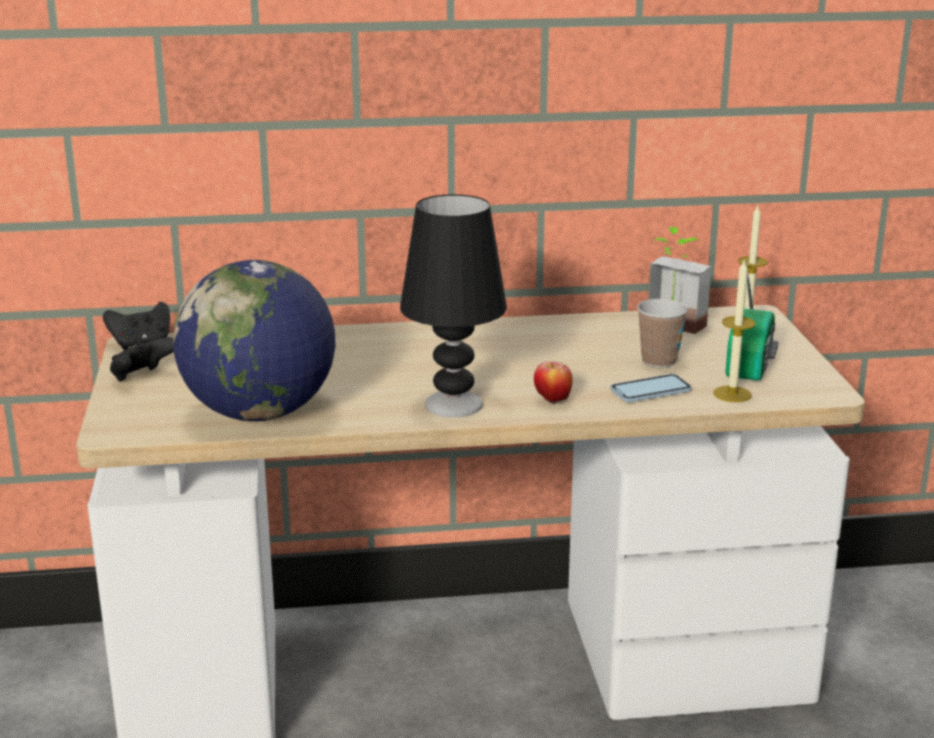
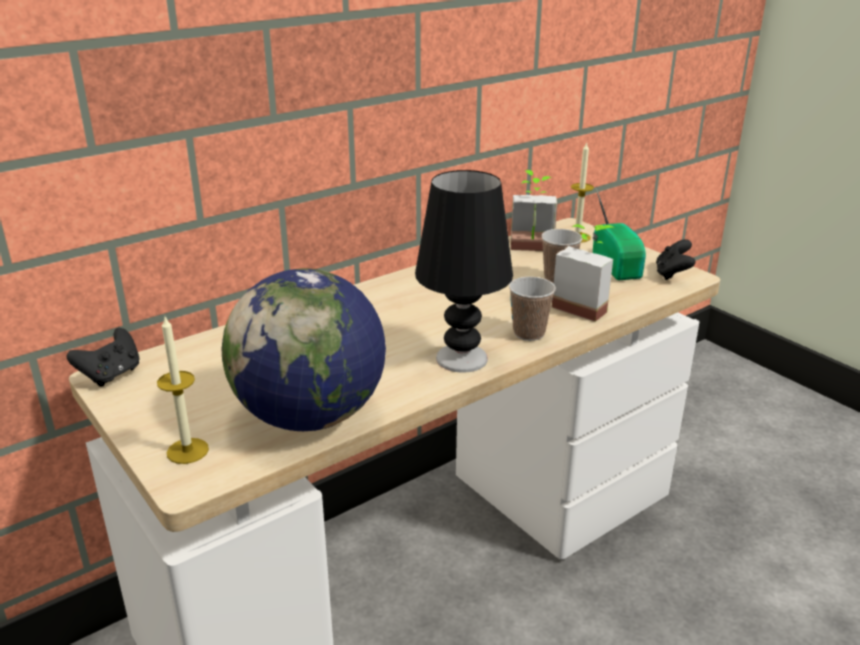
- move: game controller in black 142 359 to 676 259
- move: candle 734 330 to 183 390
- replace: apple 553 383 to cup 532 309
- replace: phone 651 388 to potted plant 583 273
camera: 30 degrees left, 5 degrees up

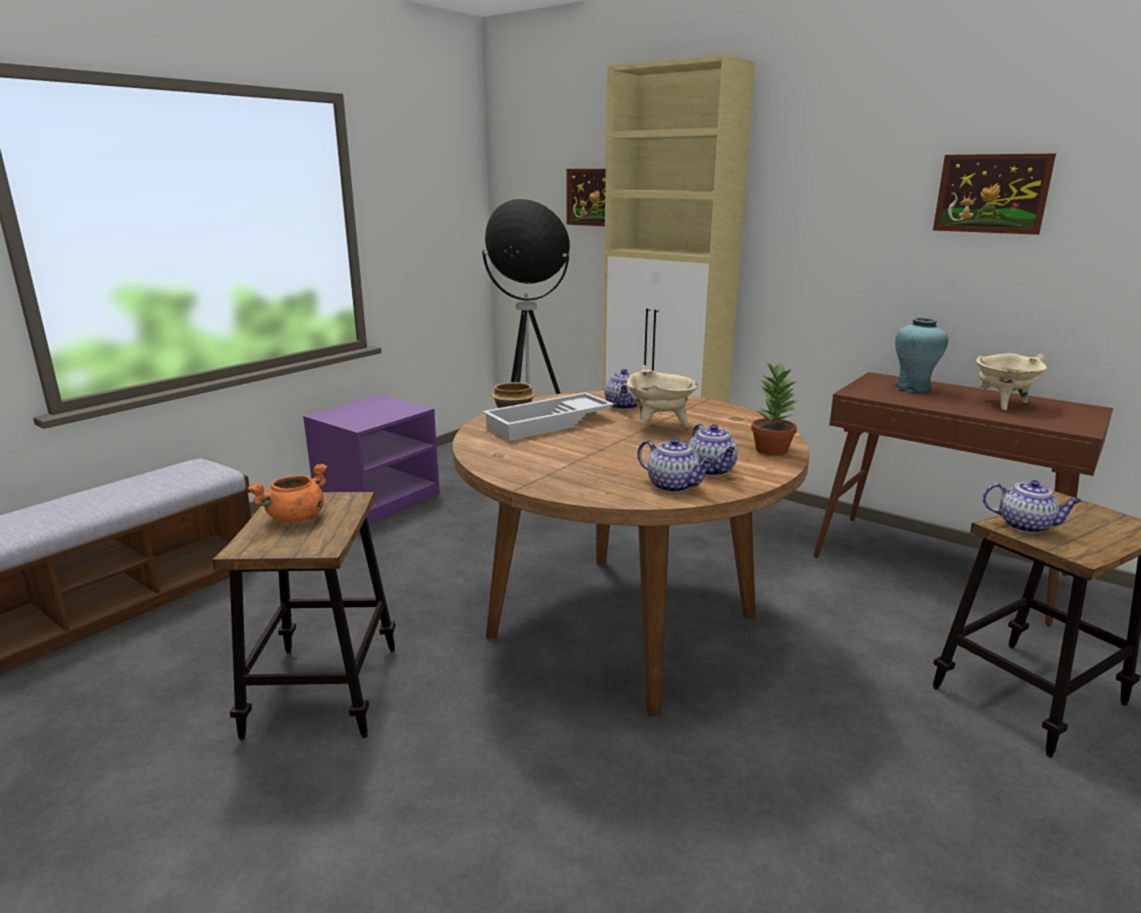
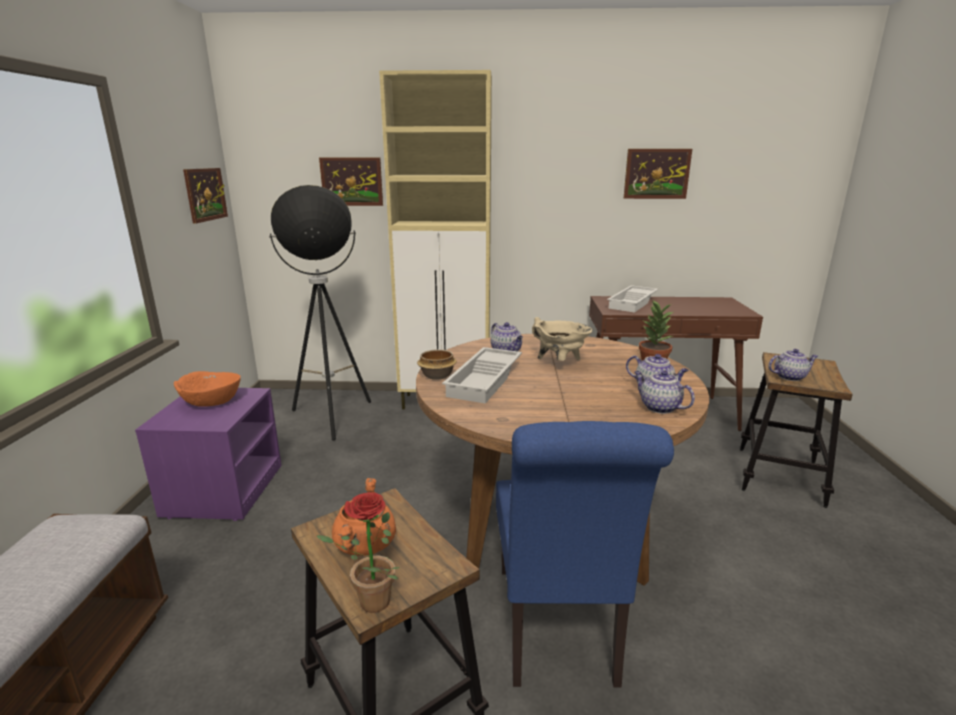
- delete: cooking pot in beige 1011 382
- insert: bowl in orange 207 389
- insert: picture 205 196
- insert: potted plant 358 552
- insert: chair in blue 585 554
- replace: vase in turquoise 921 355 to tray in white 632 299
- rotate: teapot 675 465 = 664 392 135 degrees counterclockwise
camera: 35 degrees left, 0 degrees up

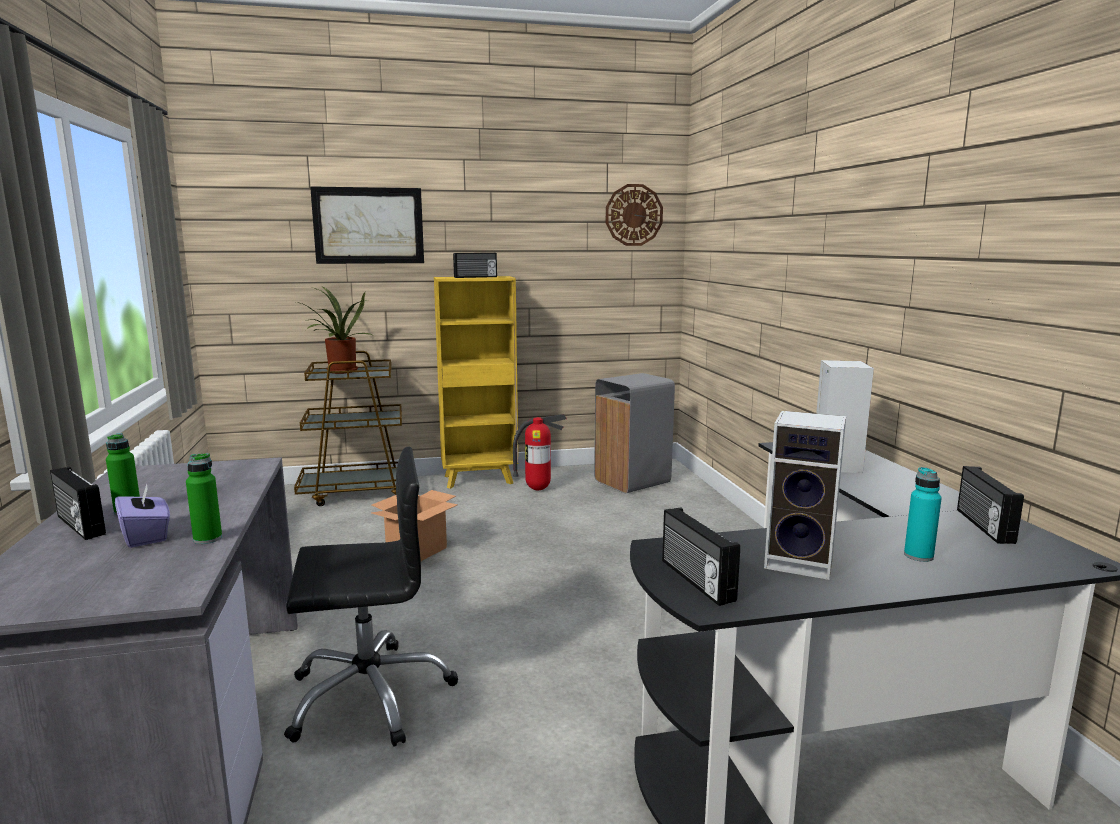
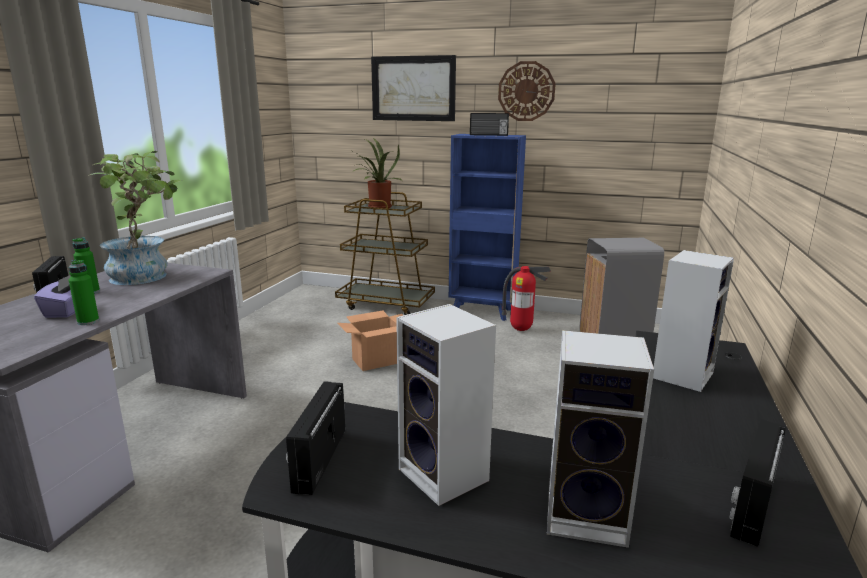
- delete: office chair in black 371 597
- insert: potted plant 135 218
- move: wall clock 634 215 to 527 91
- replace: bottle in turquoise 923 514 to speaker 600 439
- recolor: bookcase in yellow 476 382 to bookcase in blue 487 227
camera: 30 degrees right, 5 degrees up

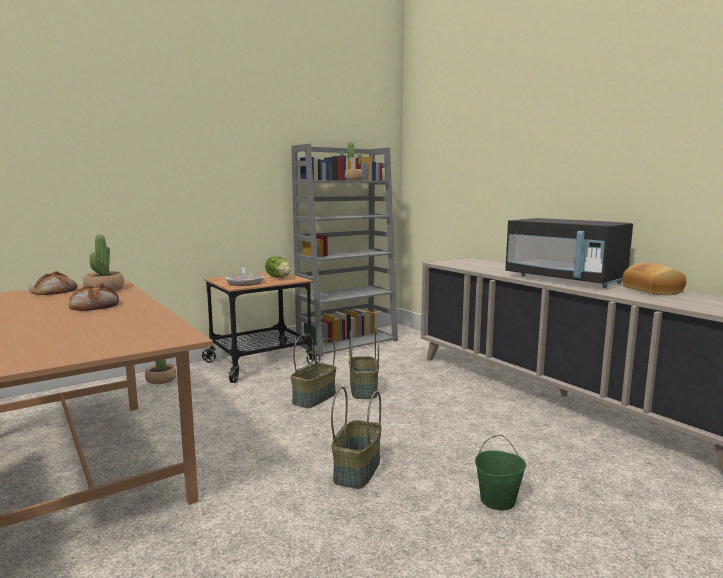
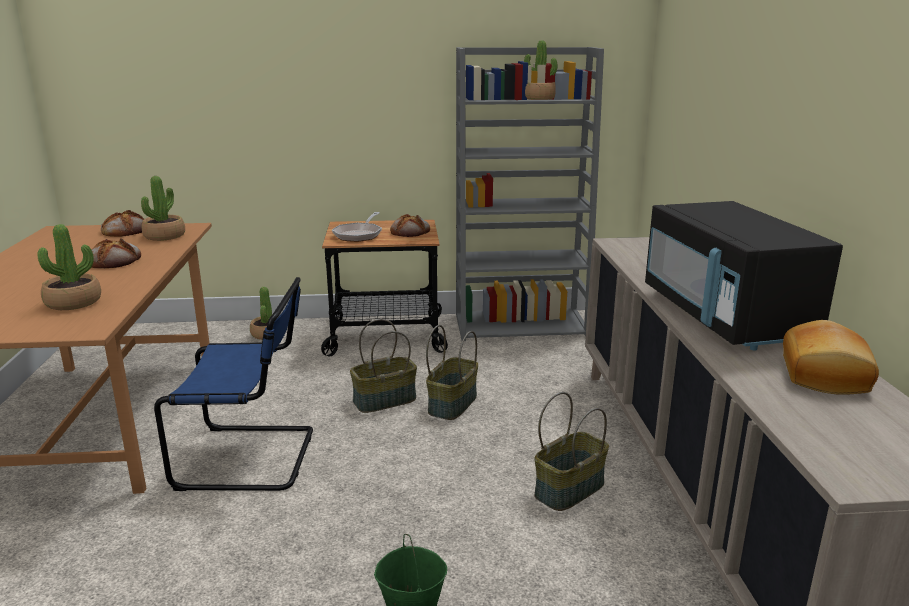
- insert: potted plant 69 267
- insert: chair in blue 233 384
- move: basket 356 437 to 571 451
- replace: lettuce 278 267 to bread 410 225
camera: 30 degrees right, 10 degrees up

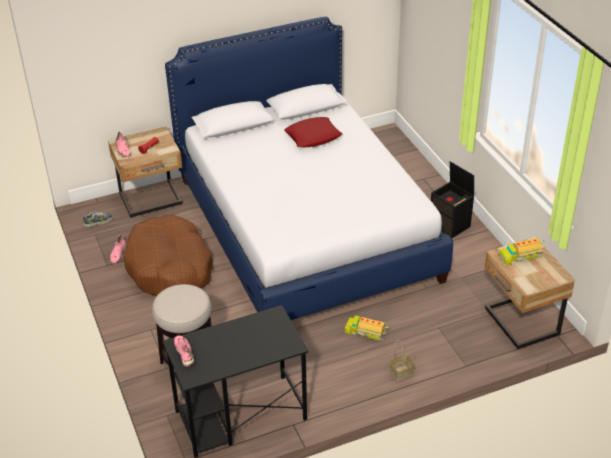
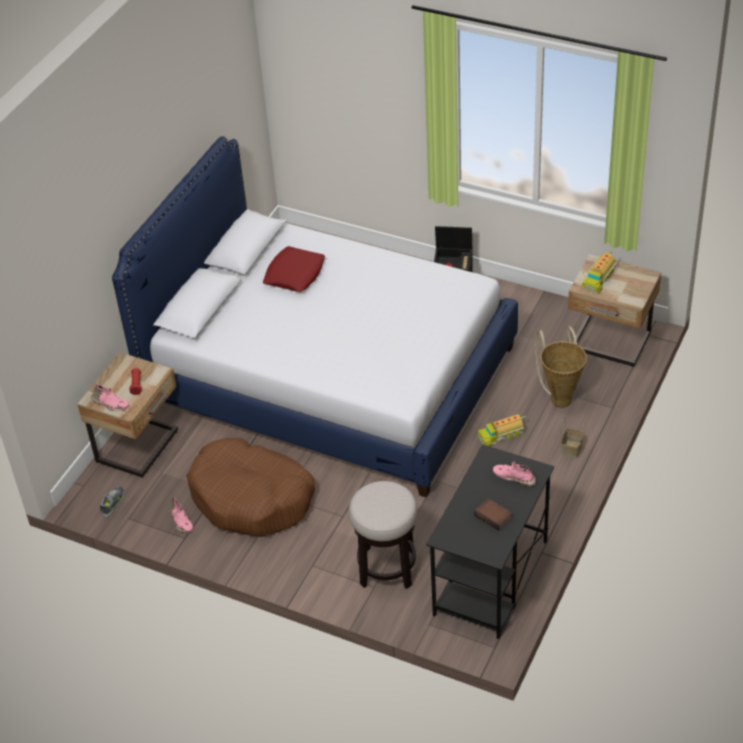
- insert: book 493 514
- insert: basket 561 367
- move: shoe in pink 184 351 to 514 474
camera: 40 degrees left, 5 degrees up

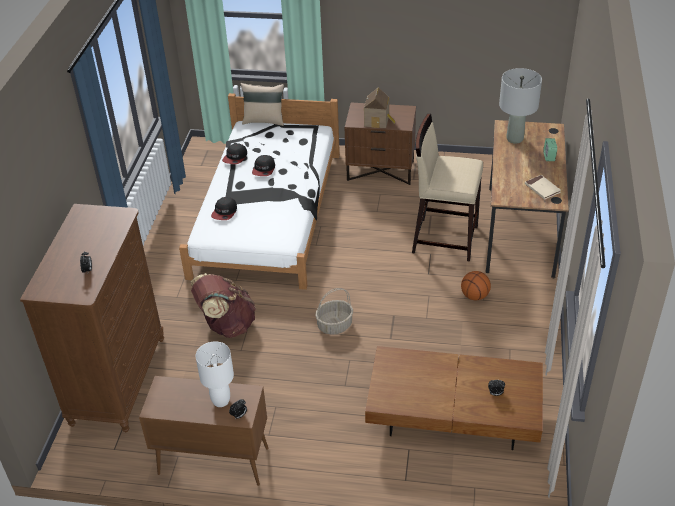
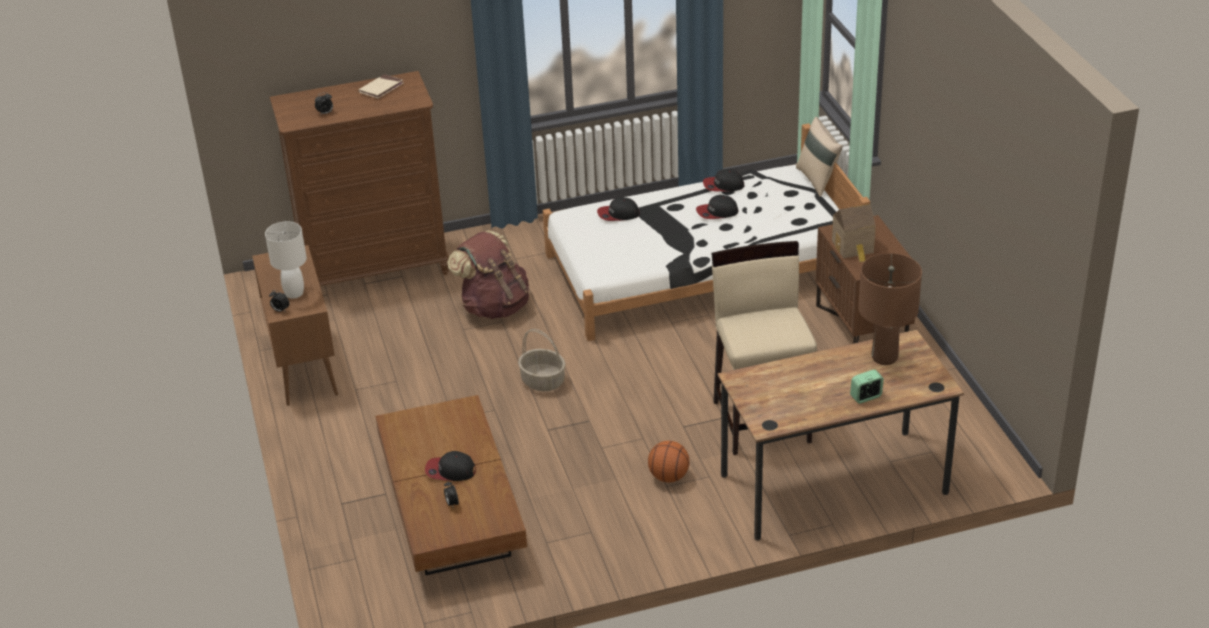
- insert: cap 450 466
- move: book in beige 543 187 to 381 86
- recolor: table lamp in grey 520 106 to table lamp in brown 890 309
camera: 65 degrees right, 5 degrees down

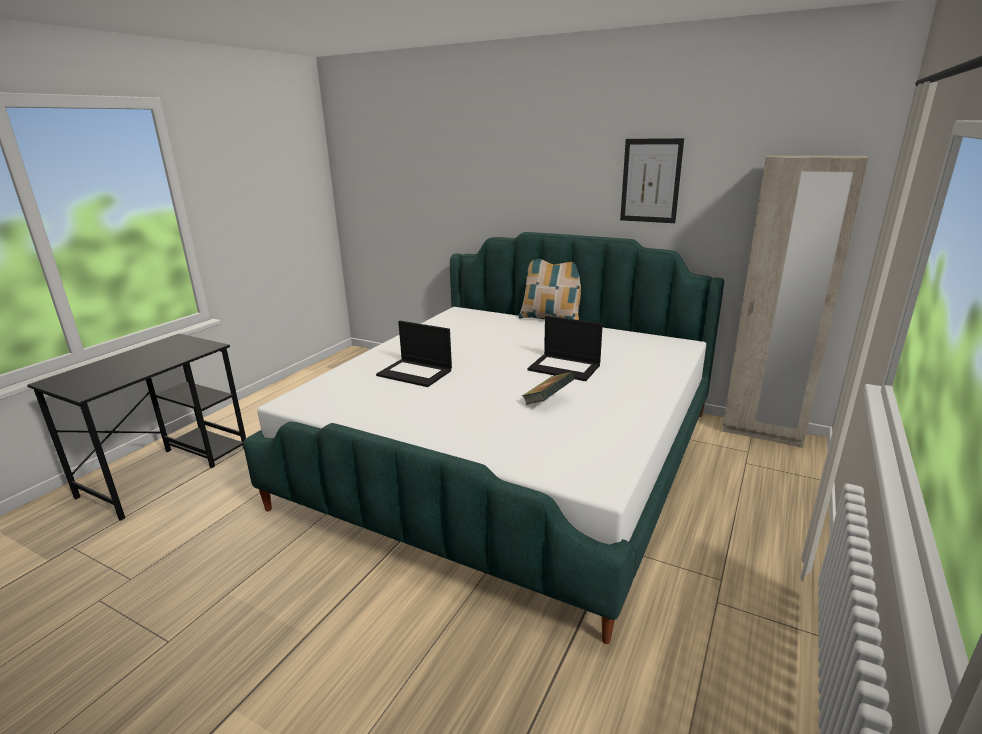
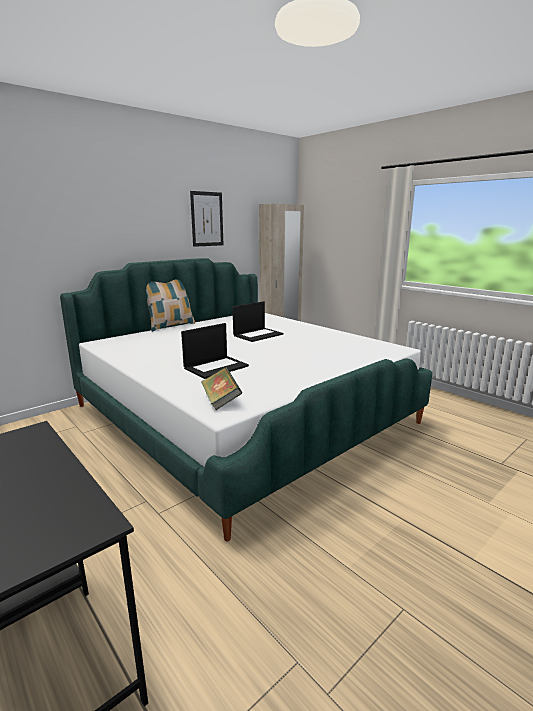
- move: book 548 388 to 221 388
camera: 70 degrees left, 5 degrees down

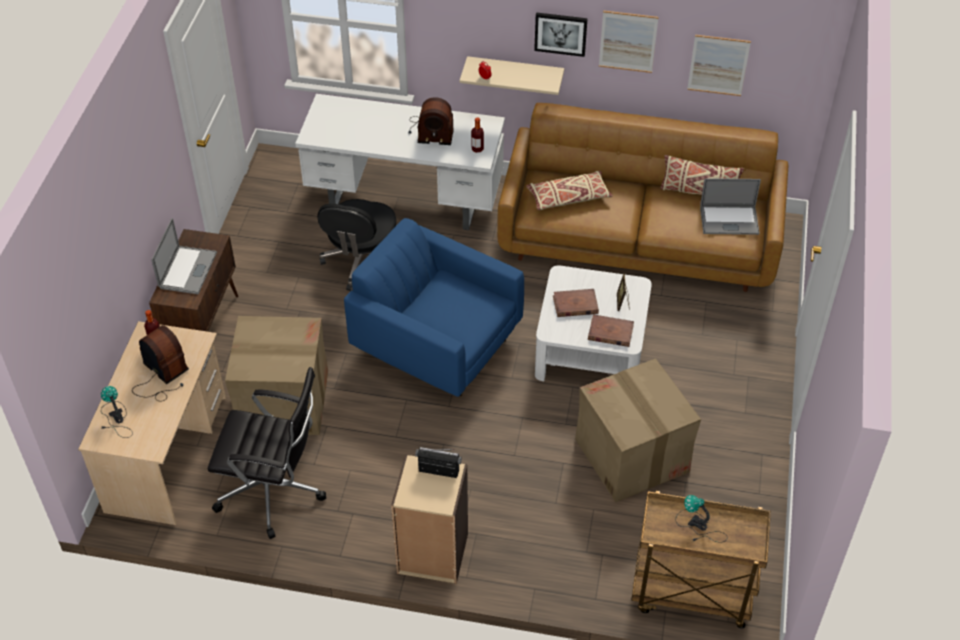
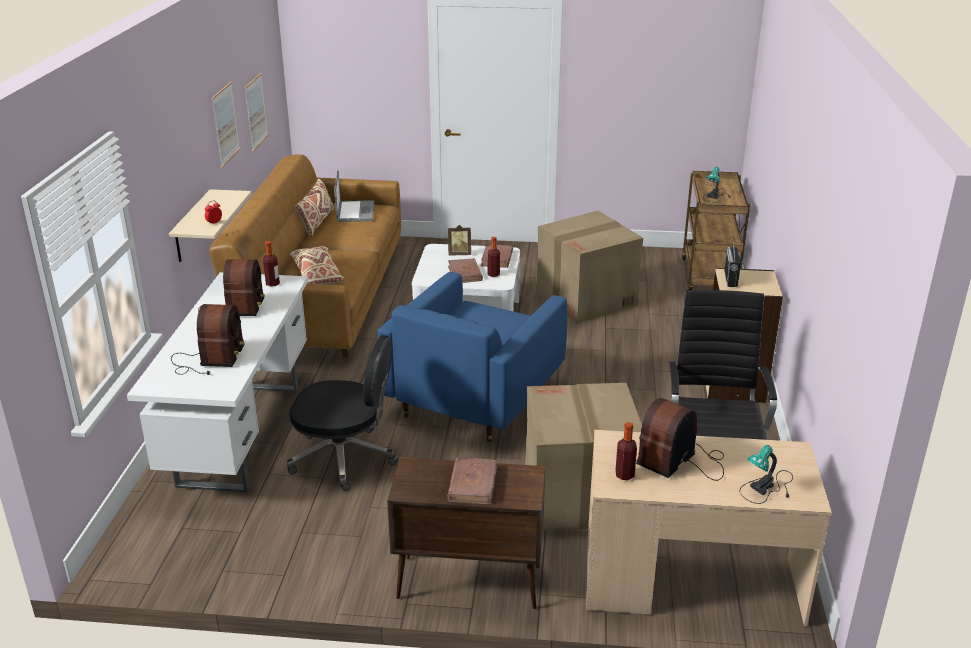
- delete: picture 561 34
- insert: radio 208 339
- insert: bottle 494 257
- replace: laptop 184 256 to book in brown 472 481
camera: 95 degrees left, 20 degrees down

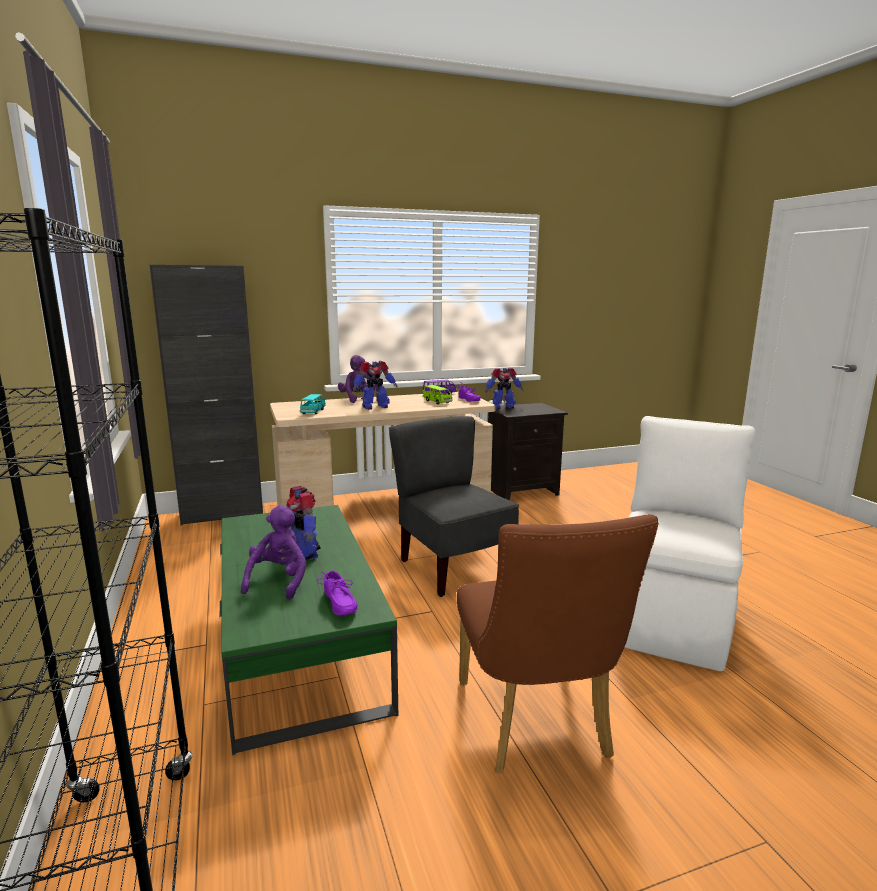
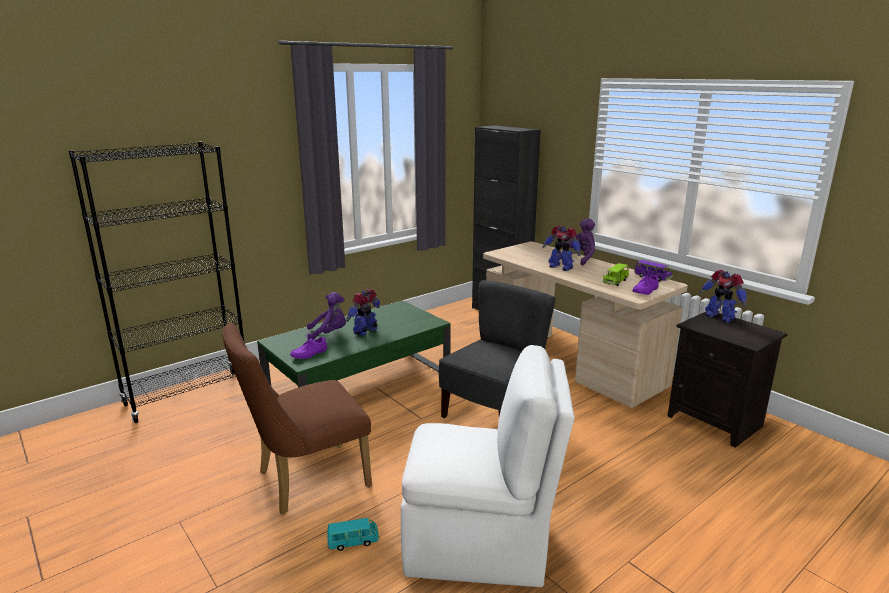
- move: toy car in turquoise 313 404 to 353 534
camera: 70 degrees right, 5 degrees up

